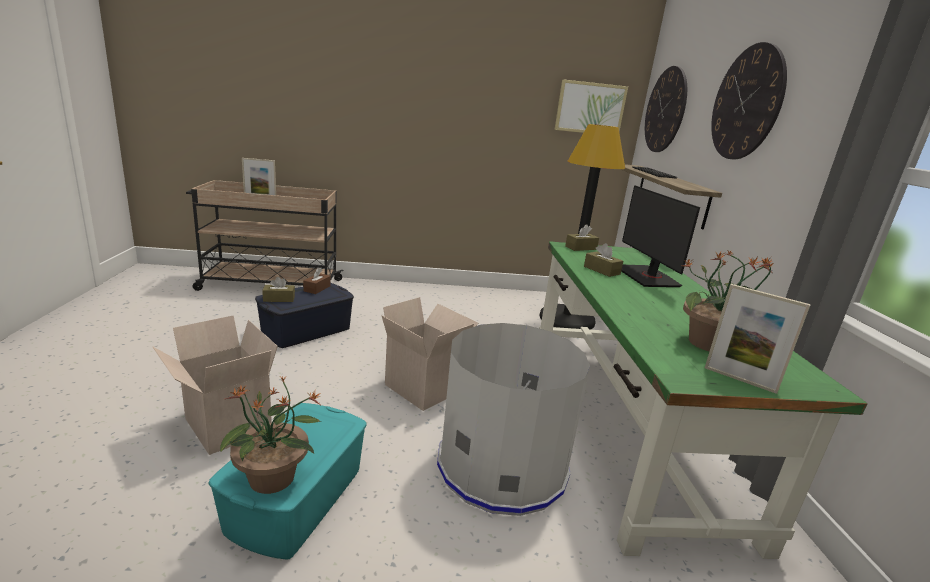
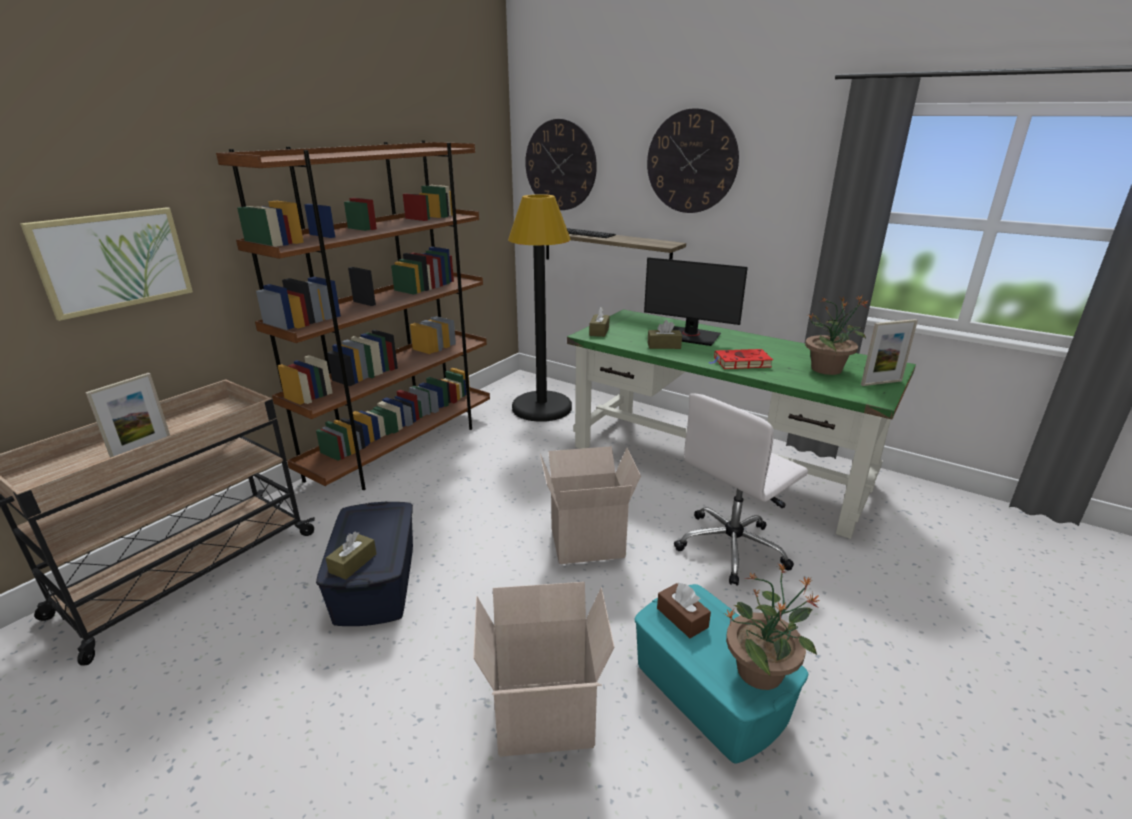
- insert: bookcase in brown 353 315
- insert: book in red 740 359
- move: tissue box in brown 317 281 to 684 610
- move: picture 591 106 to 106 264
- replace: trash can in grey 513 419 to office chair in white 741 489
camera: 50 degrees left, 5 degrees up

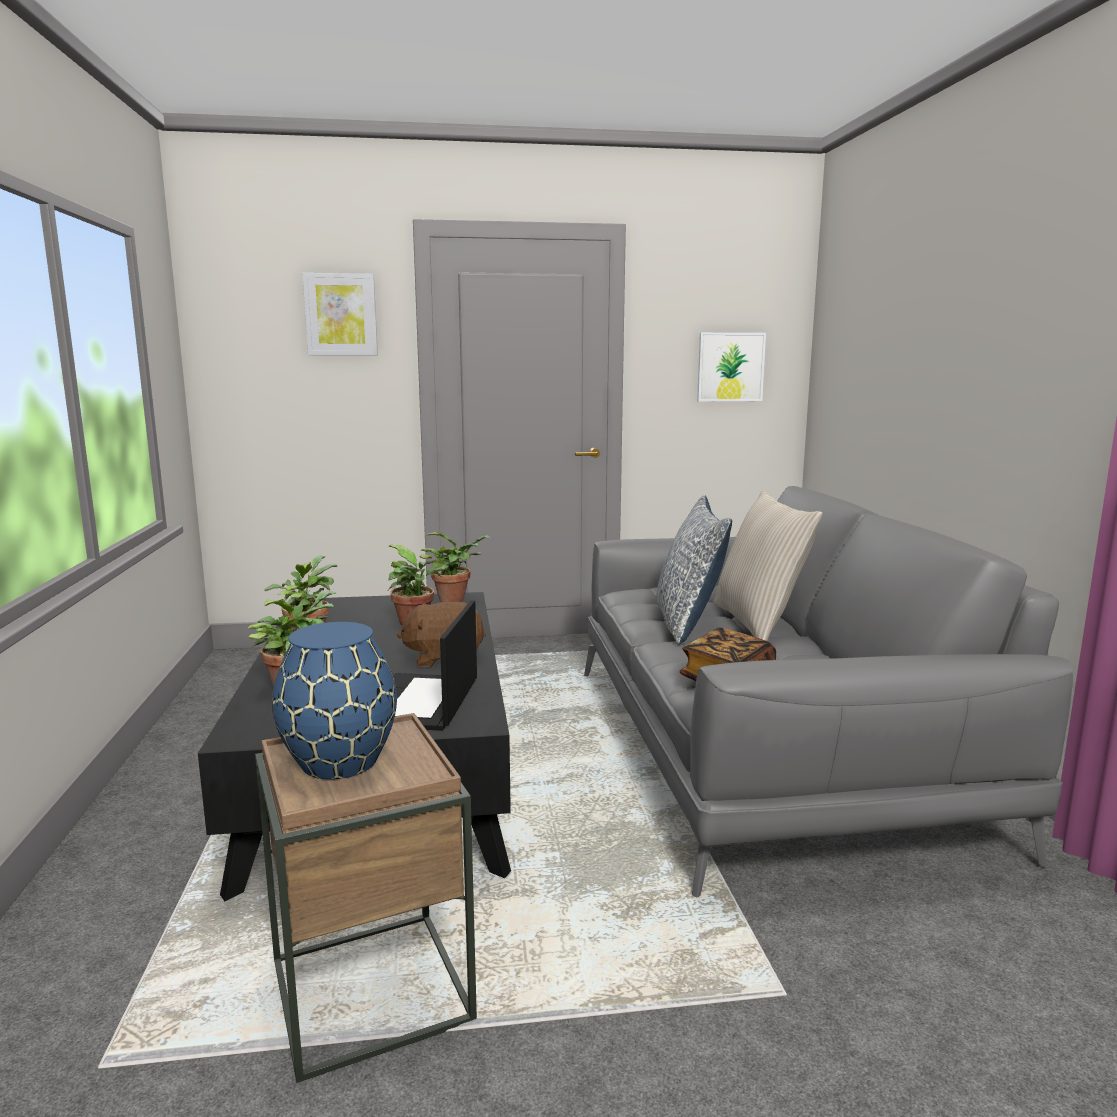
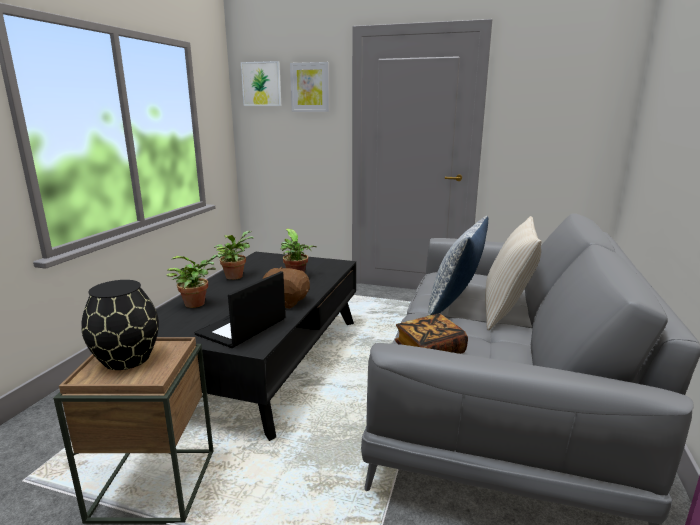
- delete: potted plant 455 567
- move: picture 731 367 to 261 83
- recolor: vase in blue 334 701 to vase in black 120 325
camera: 25 degrees right, 5 degrees up

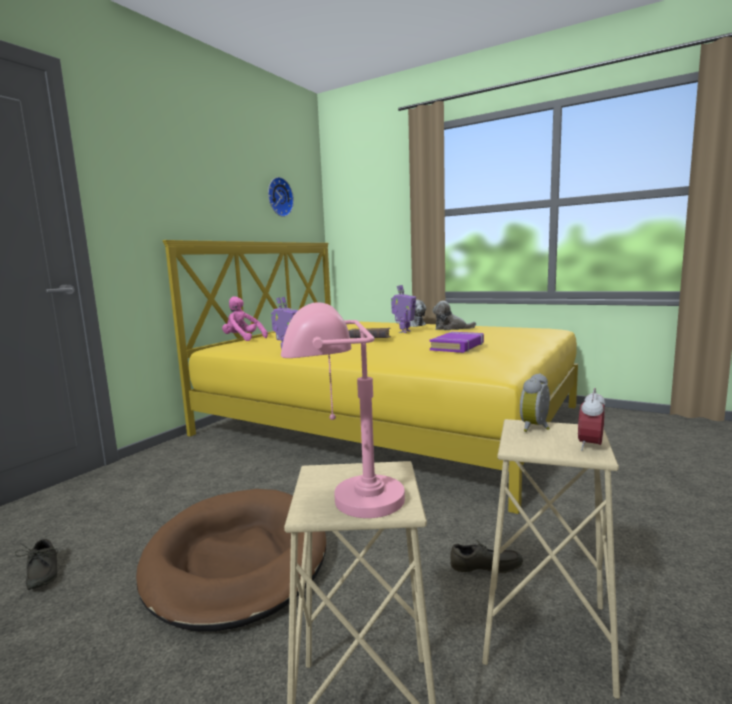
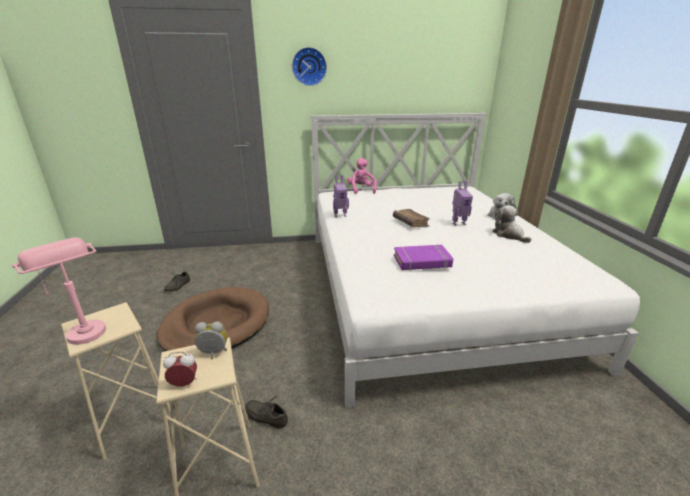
- move: wall clock 281 197 to 309 66
- recolor: bed in yellow 370 377 to bed in white 475 260
- rotate: shoe in grey 486 556 = 266 411 150 degrees clockwise
camera: 50 degrees right, 15 degrees up

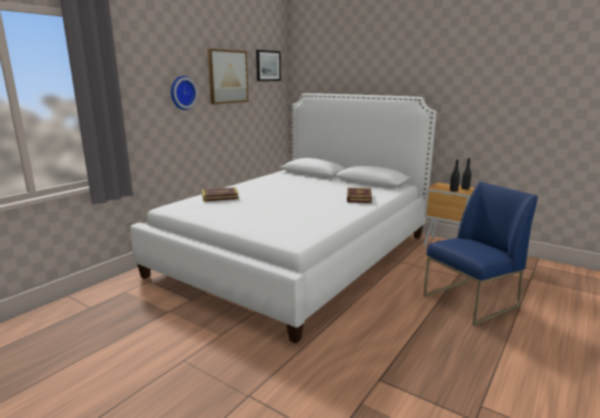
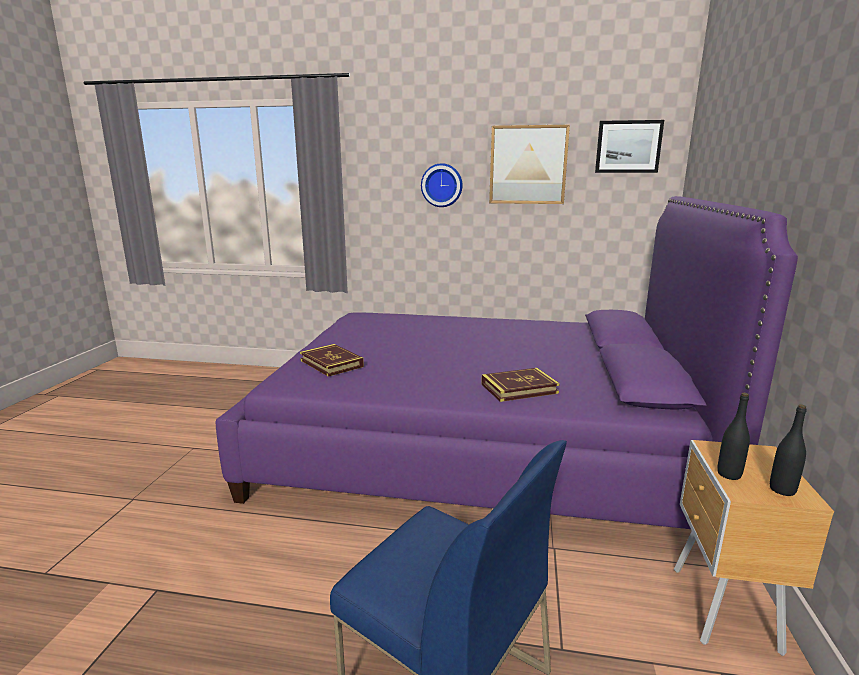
- move: book 220 194 to 332 360
- recolor: bed in white 283 218 to bed in purple 506 362
camera: 65 degrees right, 0 degrees up

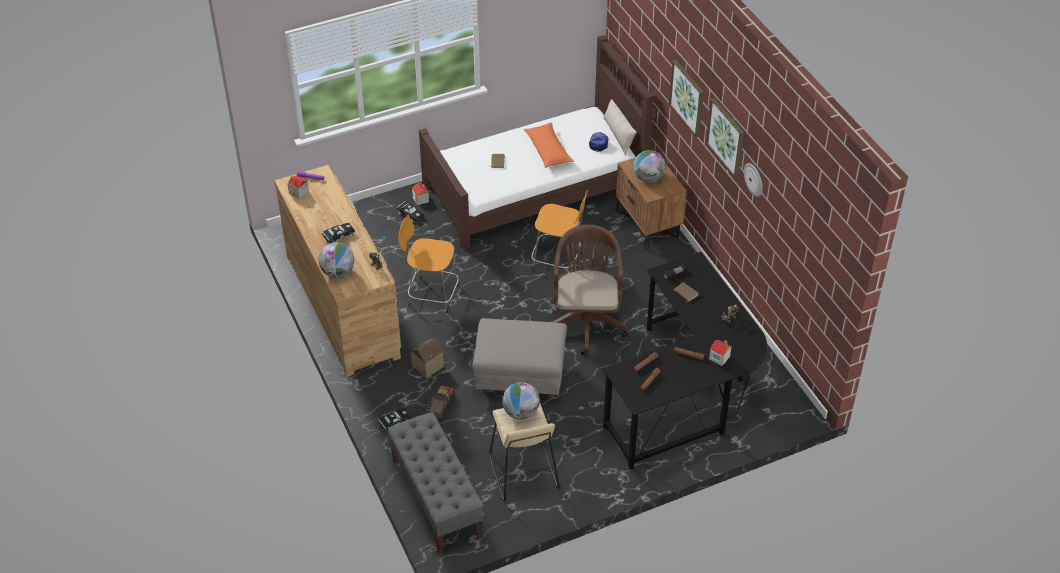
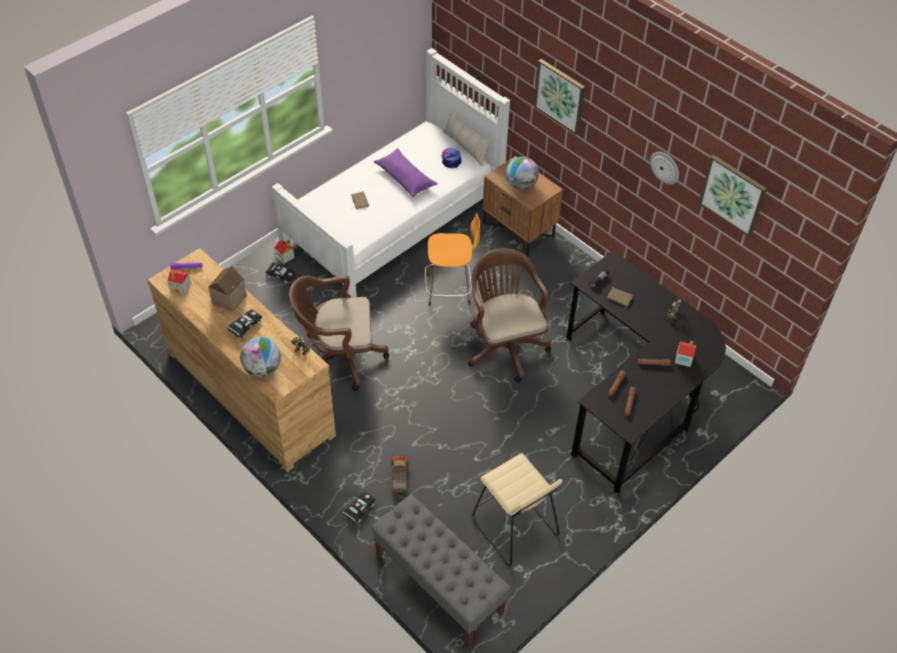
- delete: ottoman in grey 519 358
- delete: globe 521 401
- move: toy house 427 358 to 227 289
- move: picture 725 138 to 733 196
- replace: stool in orange 428 264 to office chair in brown 339 333
- recolor: bed in brown 536 142 to bed in white 391 172
- recolor: pillow in orange 549 145 to pillow in purple 405 173
camera: 20 degrees left, 5 degrees up

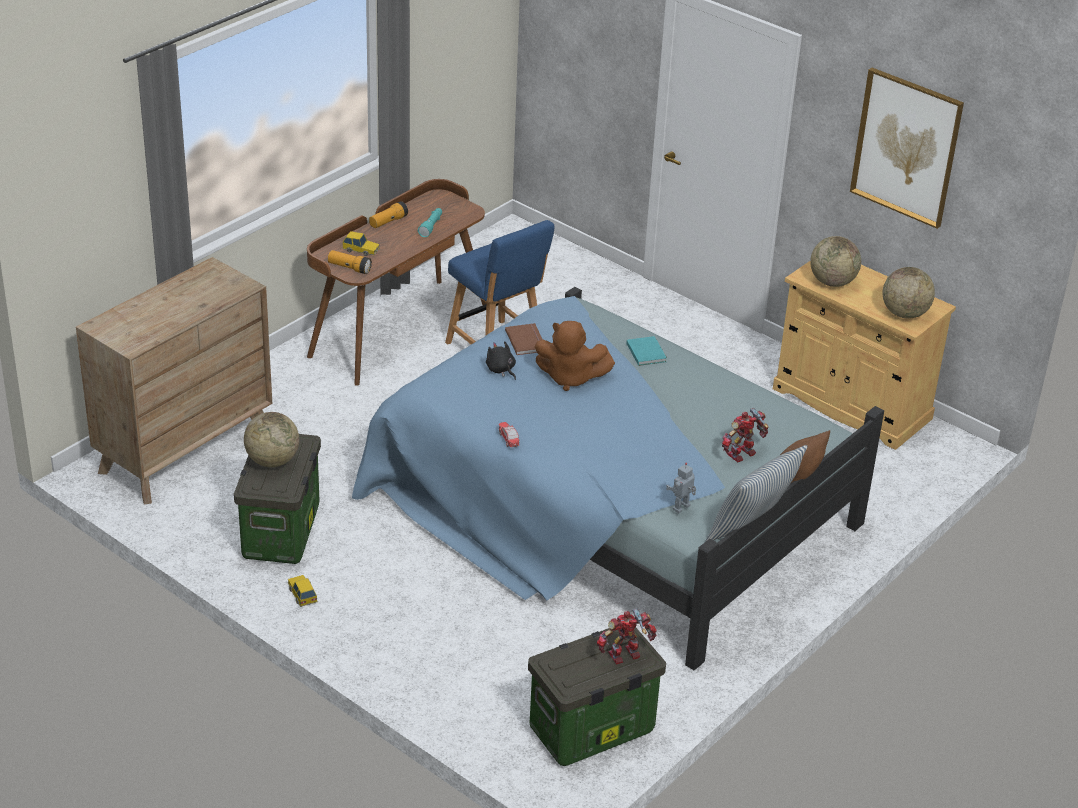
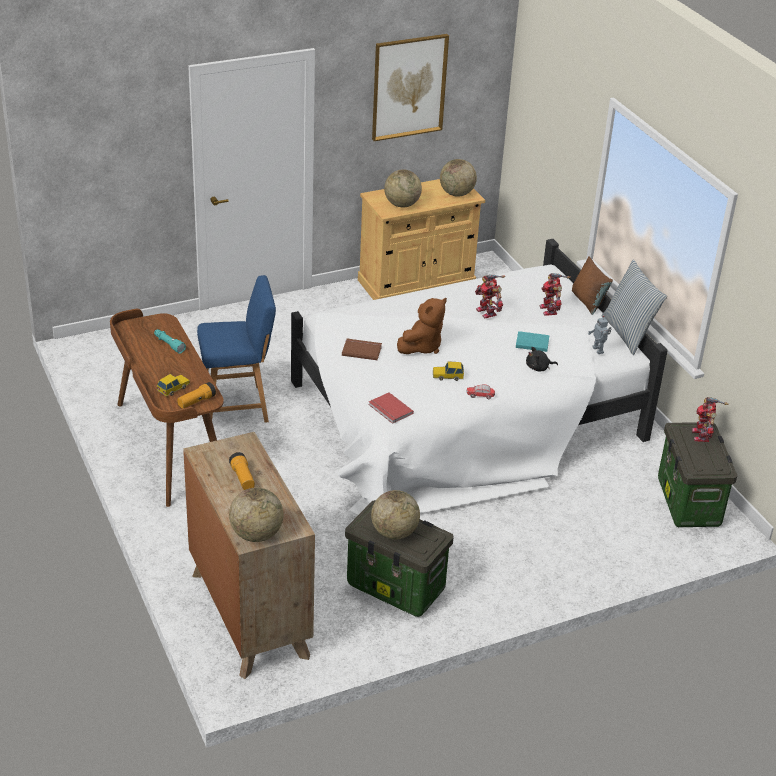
- insert: globe 256 514
- insert: book in red 391 408
- insert: toy robot 490 296
- move: toy car 303 591 to 448 371
- move: flashlight 388 214 to 242 471
- move: plush toy in black 501 360 to 542 359
- move: book in turquoise 647 351 to 533 341
- recolor: bed in blue 618 478 to bed in white 479 377
camera: 65 degrees left, 0 degrees up

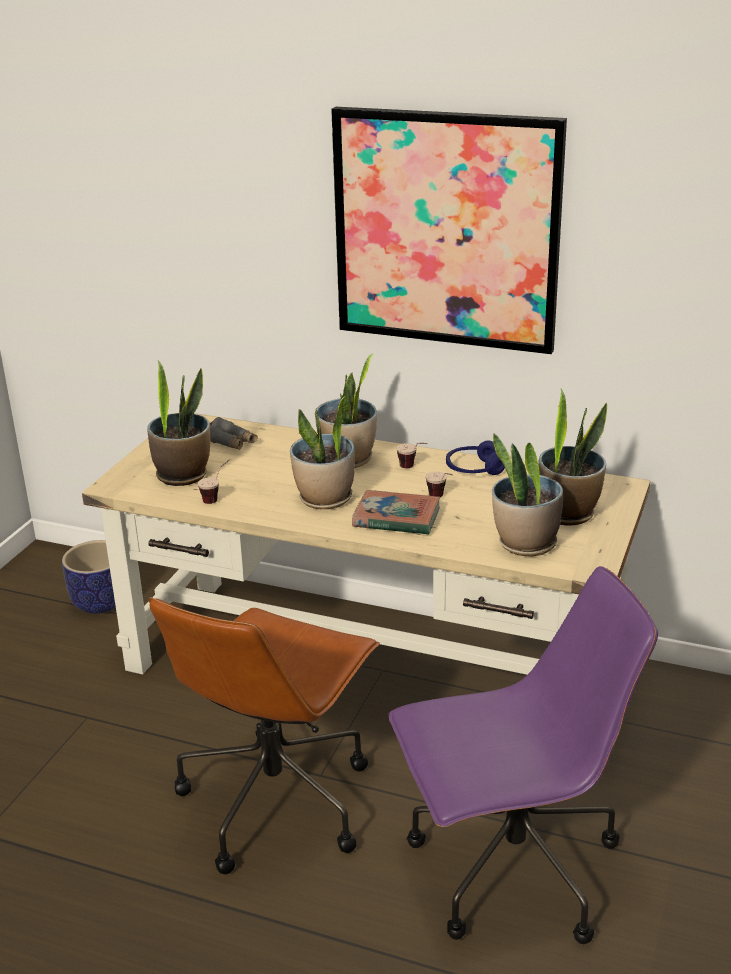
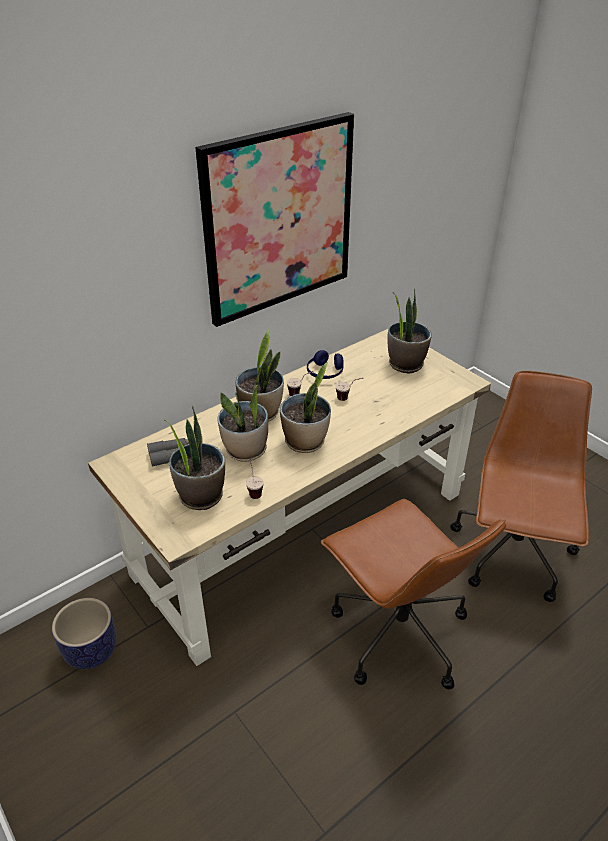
- delete: book 396 512
- move: potted plant 527 495 to 242 423
- recolor: office chair in purple 523 755 to office chair in brown 521 486
camera: 60 degrees left, 10 degrees up

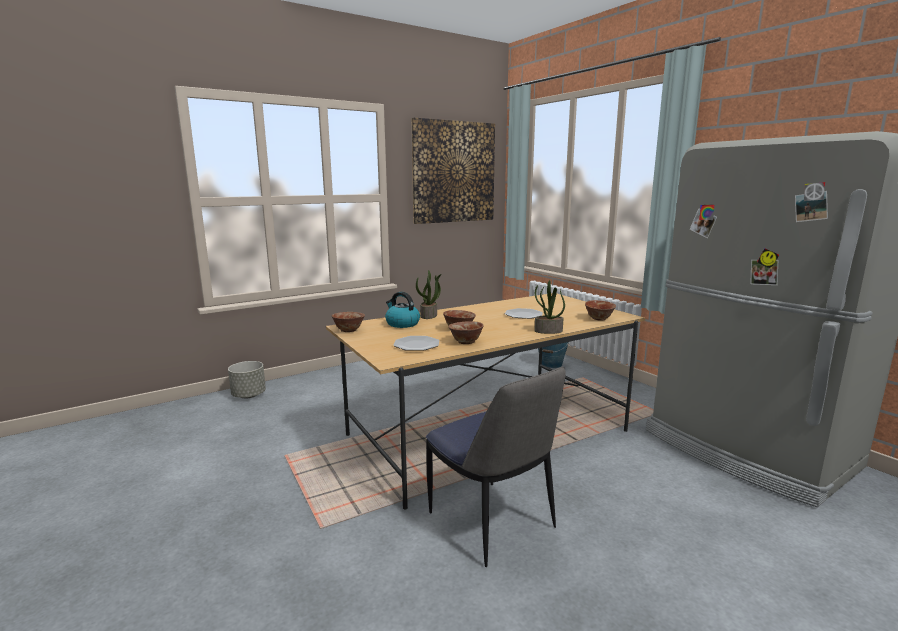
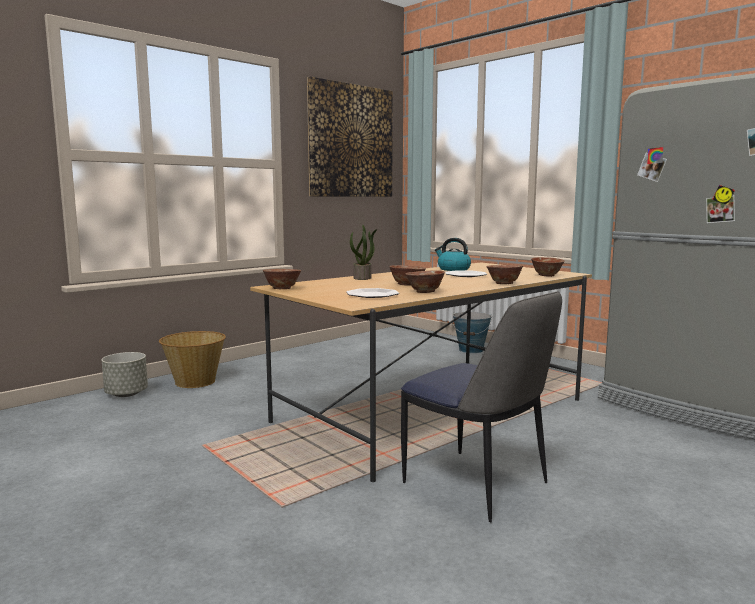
- insert: basket 192 359
- move: kettle 402 310 to 453 254
- replace: potted plant 549 307 to bowl 505 274
camera: 10 degrees left, 5 degrees down

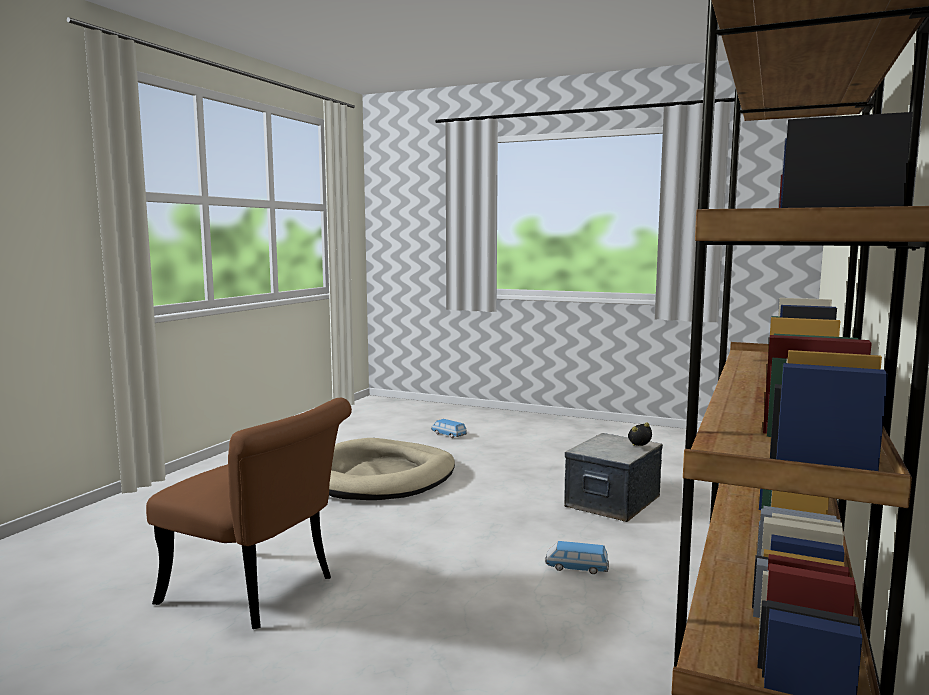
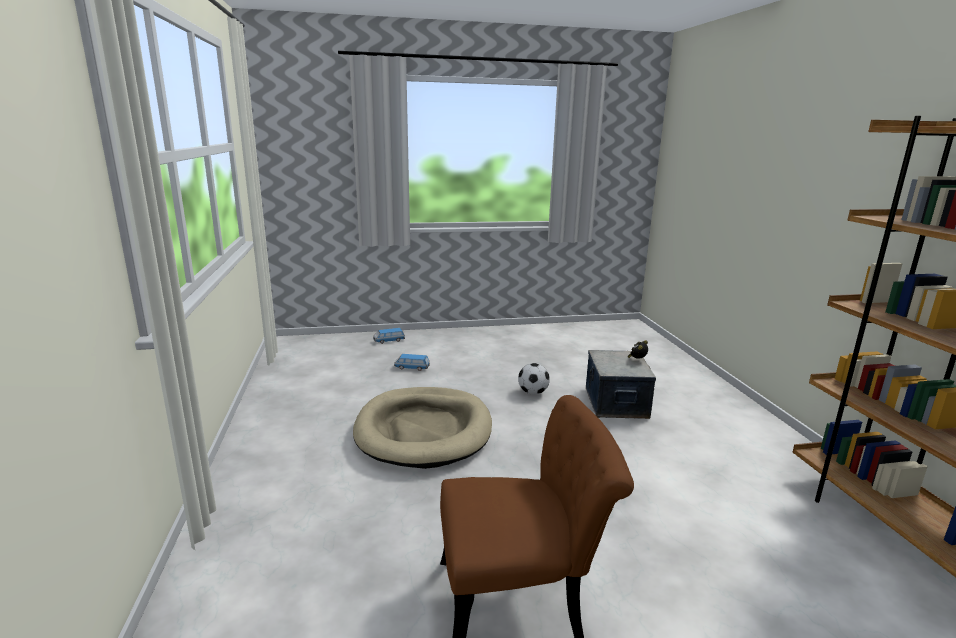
- insert: football 534 379
- move: toy car 577 557 to 389 336
camera: 35 degrees left, 10 degrees up

